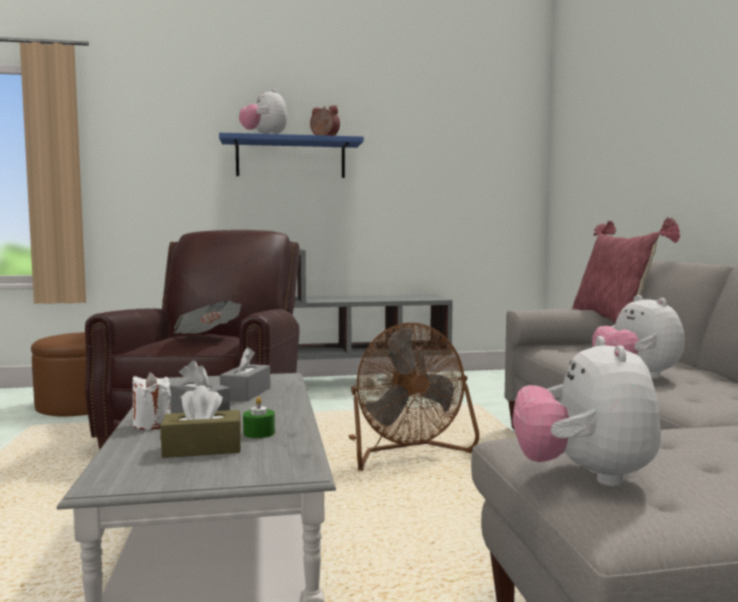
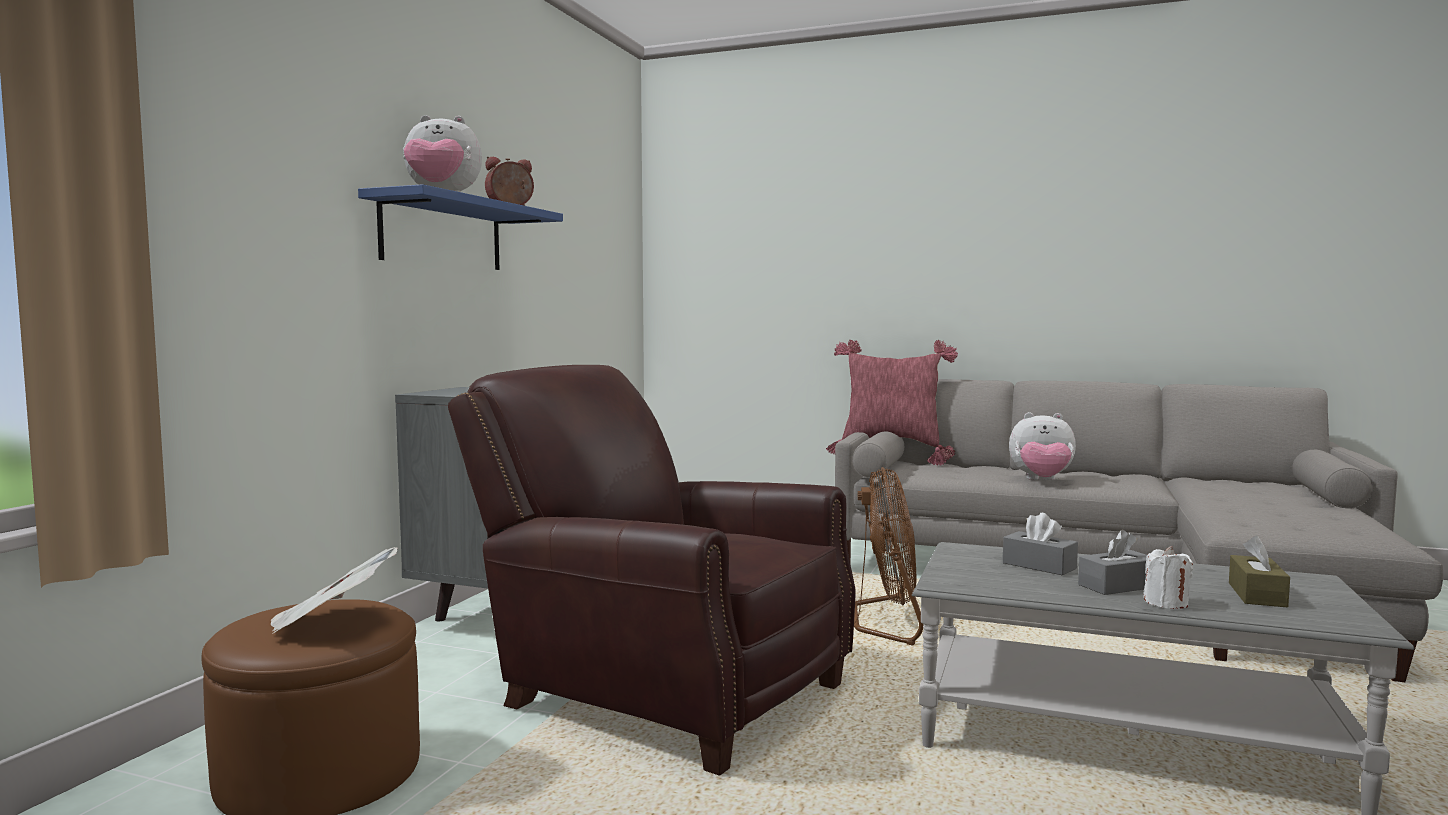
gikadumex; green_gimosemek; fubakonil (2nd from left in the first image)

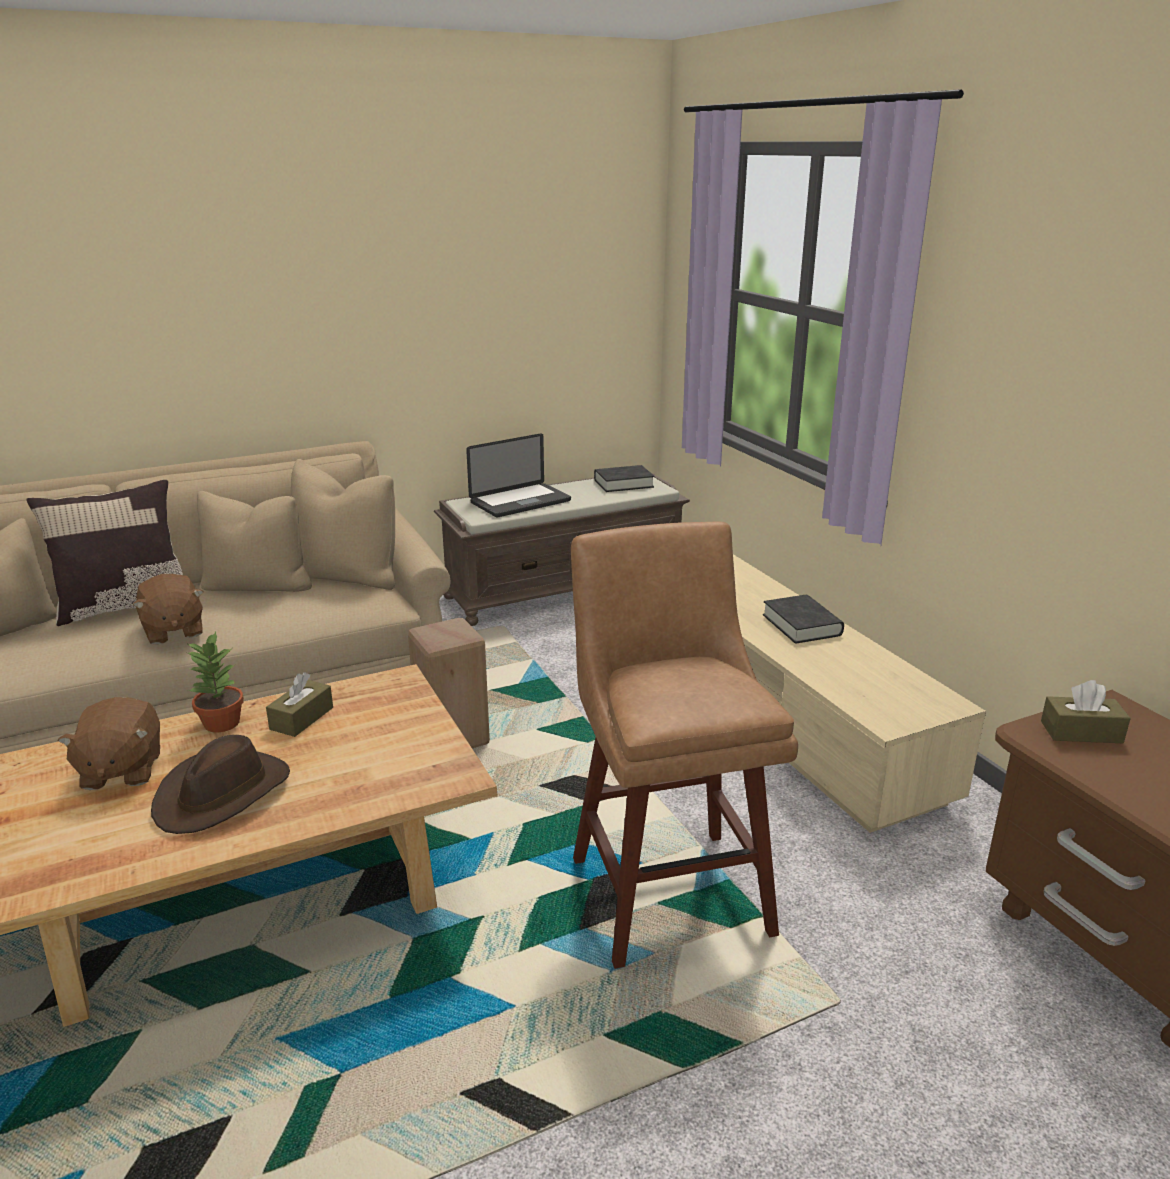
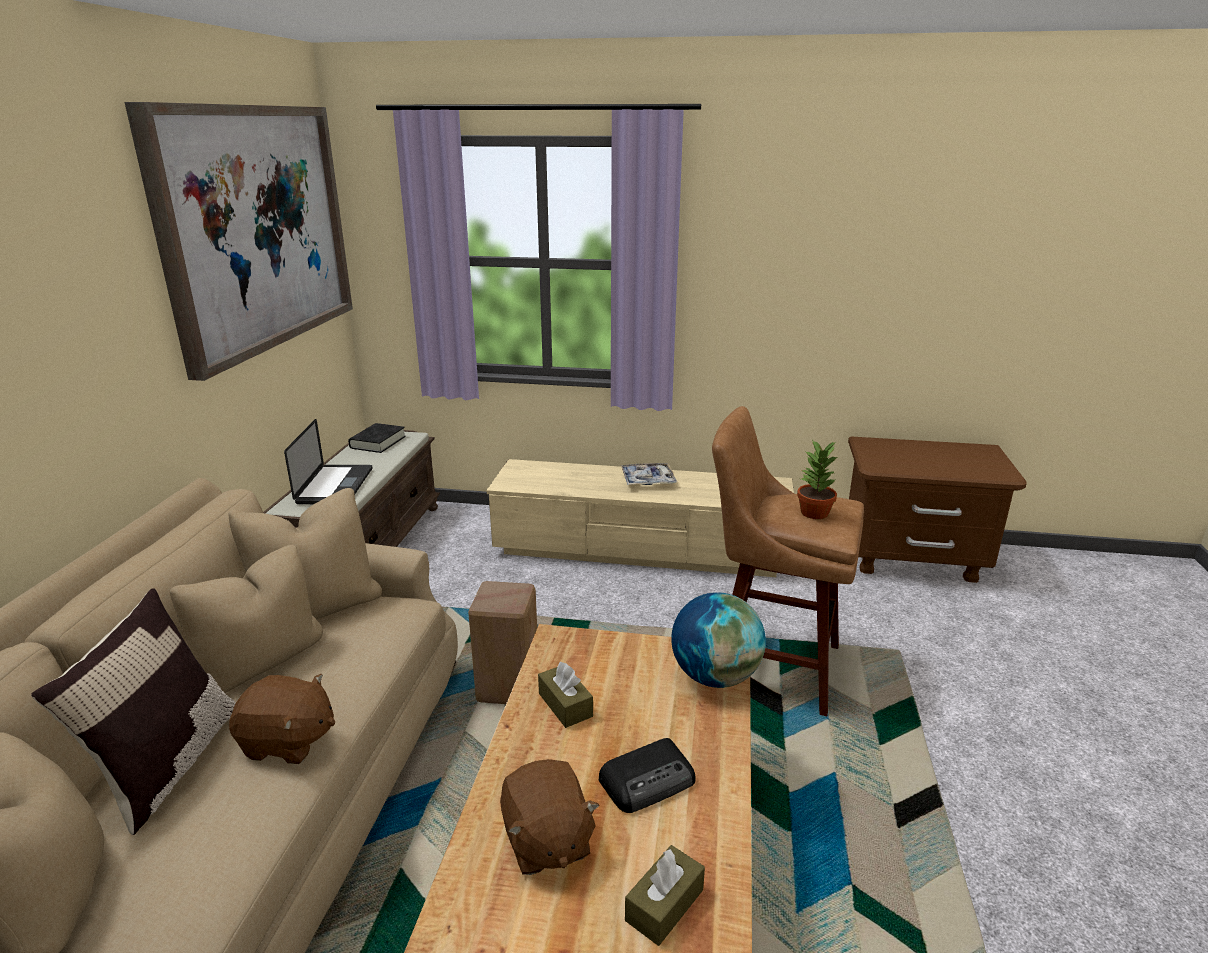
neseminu; brown_fubakonil (2nd from left); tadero; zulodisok; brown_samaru (2nd from left); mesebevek; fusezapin

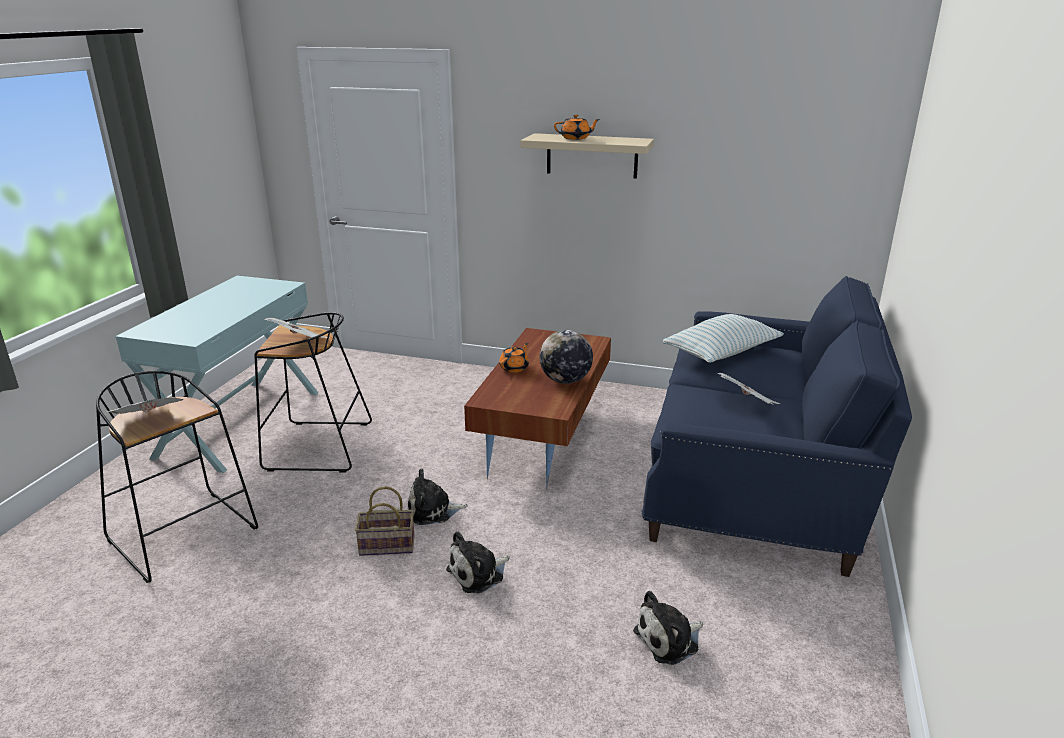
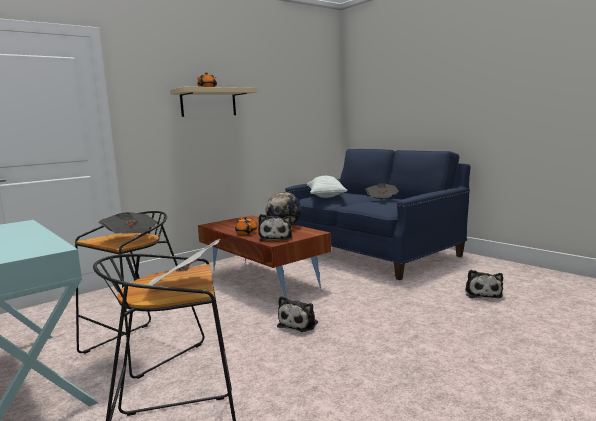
fubakonil (1st from left); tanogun

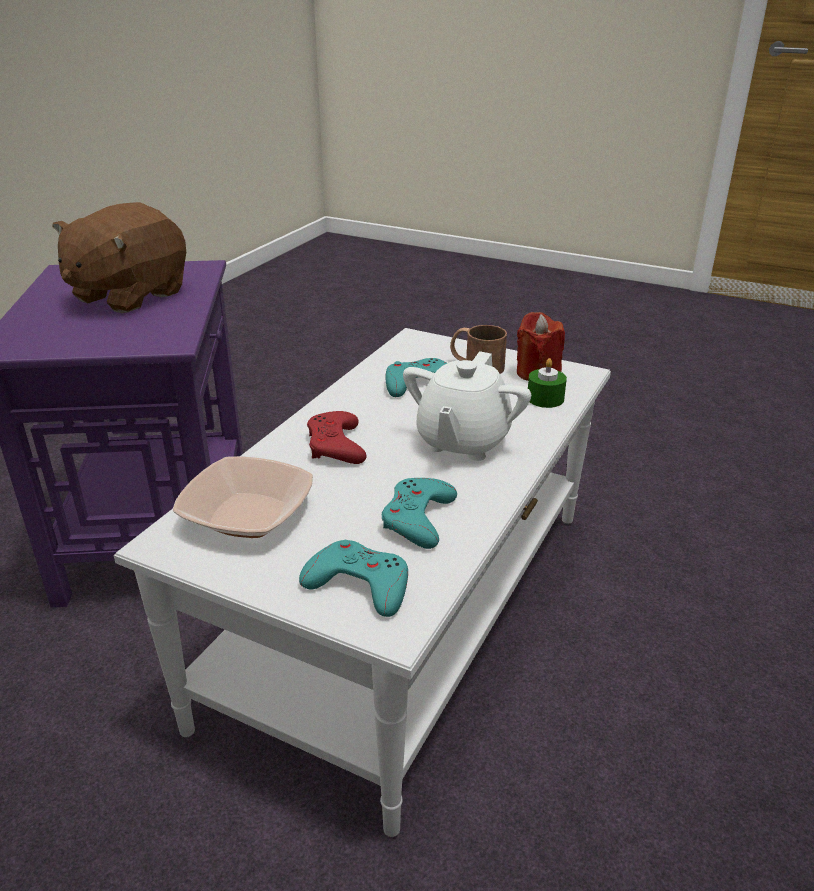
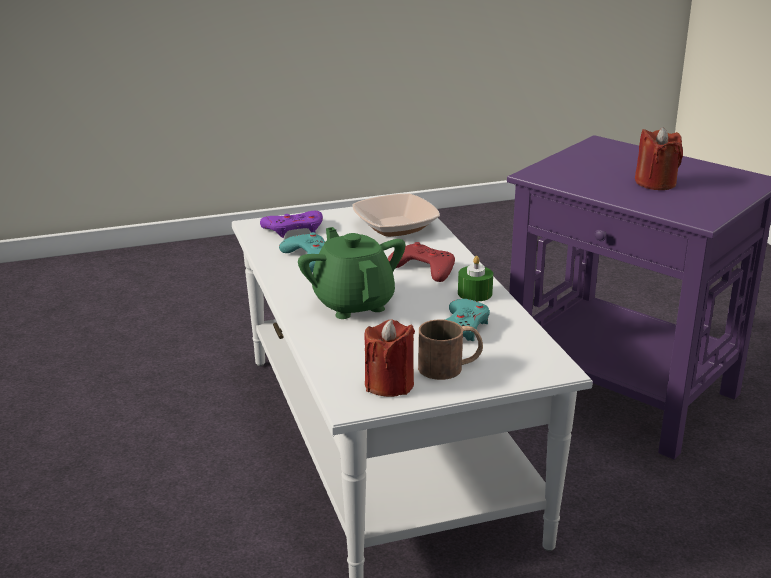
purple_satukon; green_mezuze; green_gimosemek; red_gimosemek (2nd from left)

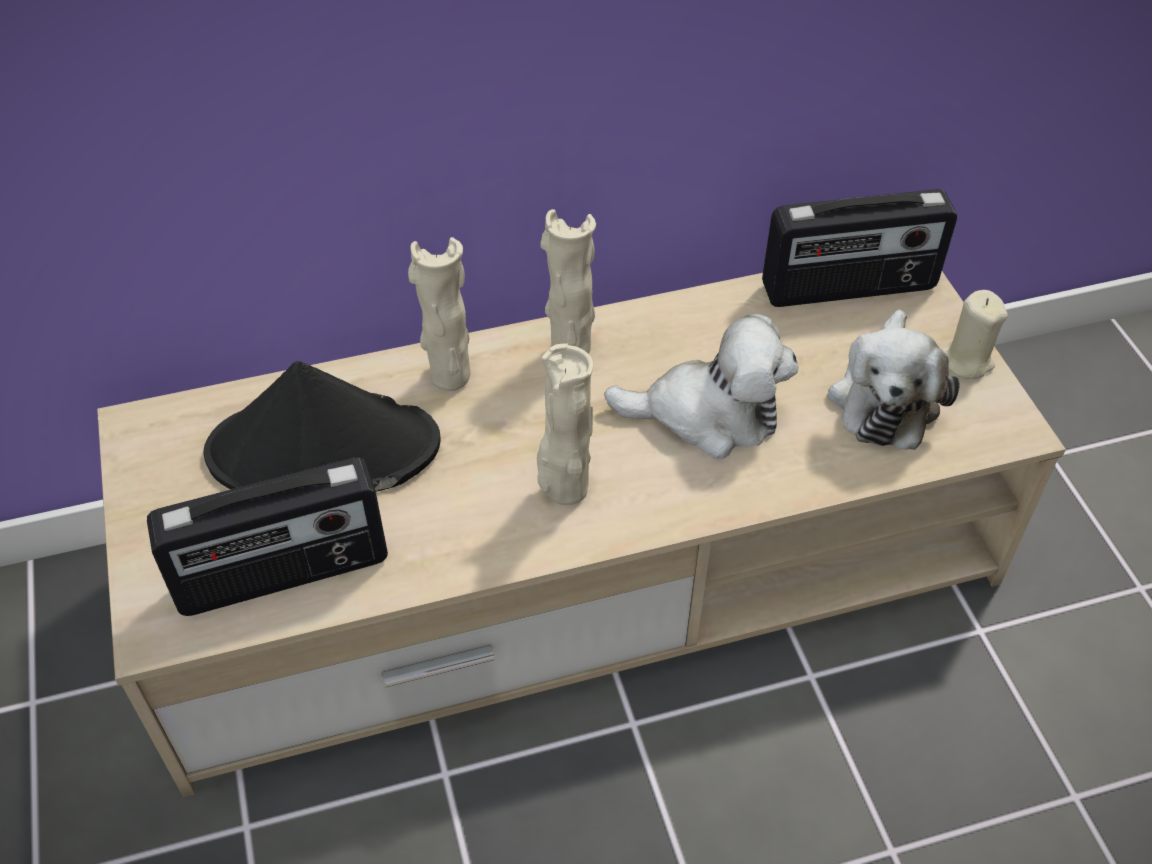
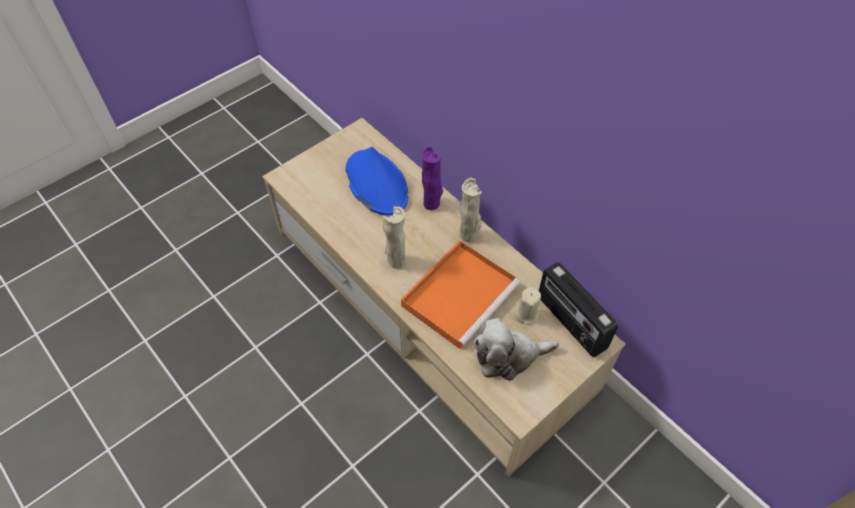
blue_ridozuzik; orange_zulodisok; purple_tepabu; beige_gimosemek; tadero (1st from left in the first image)

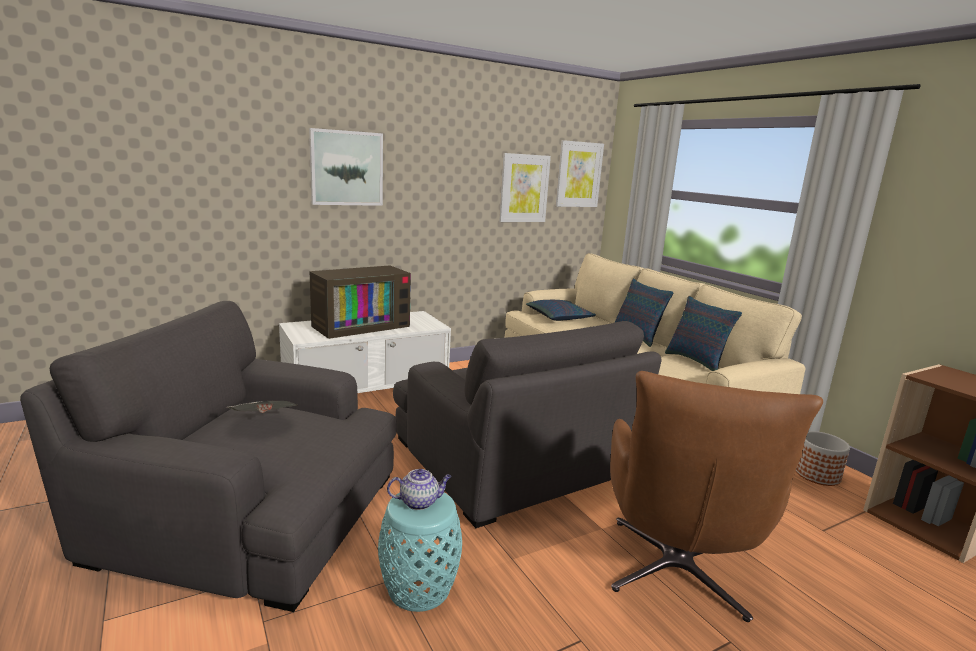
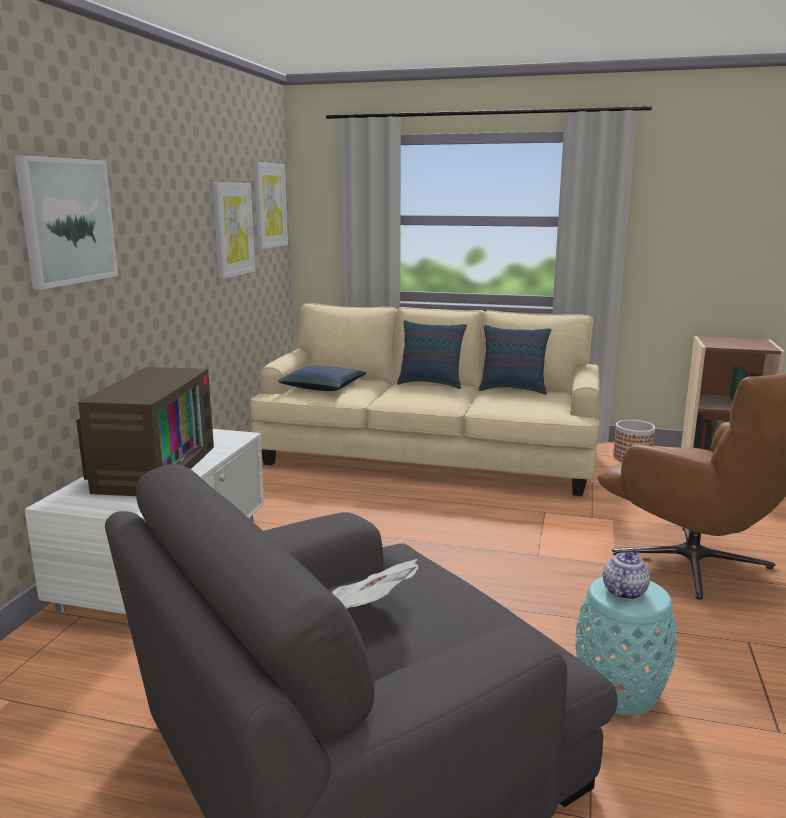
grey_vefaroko (2nd from left in the first image)

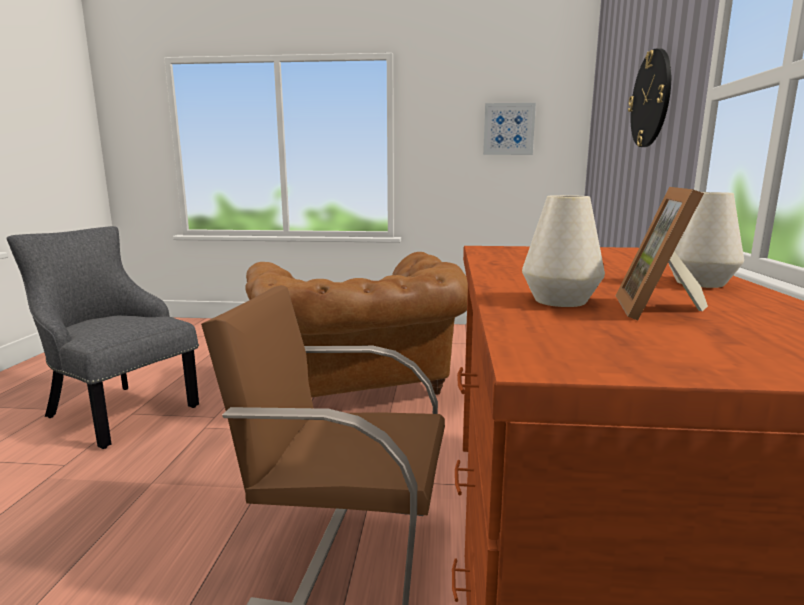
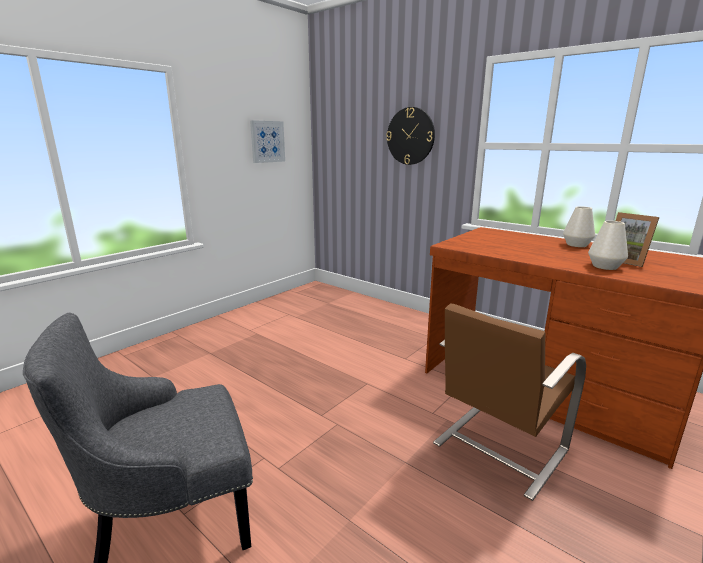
brown_vefaroko

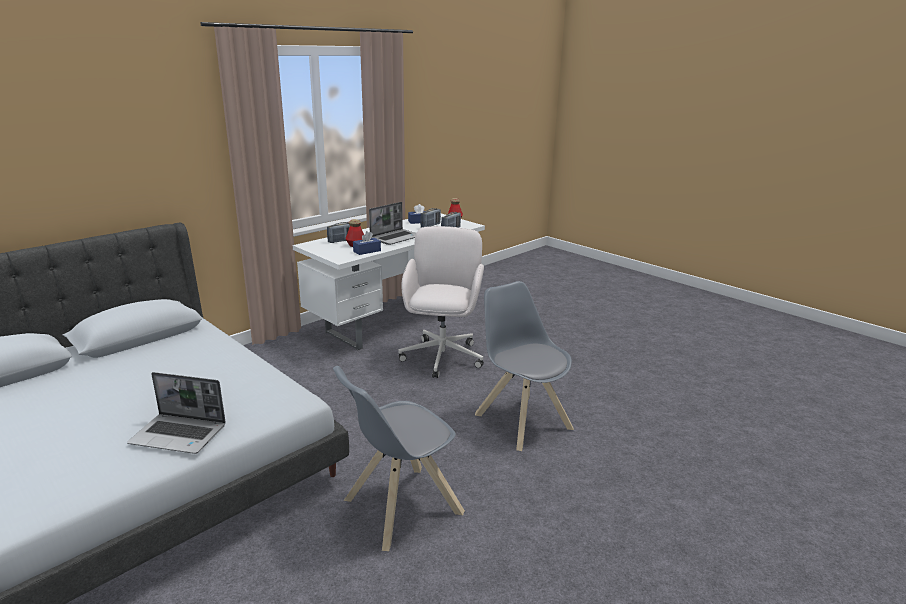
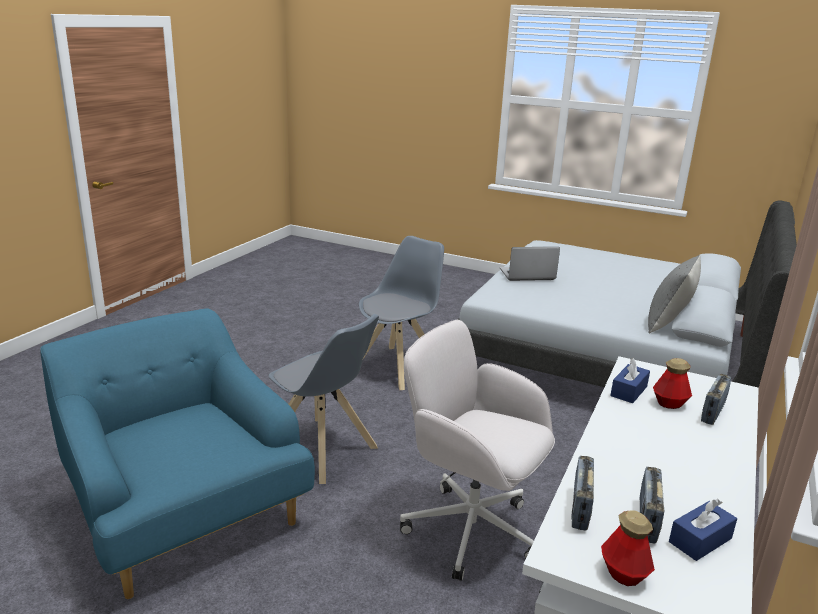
blue_vefaroko; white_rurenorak; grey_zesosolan; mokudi (2nd from left in the first image)

